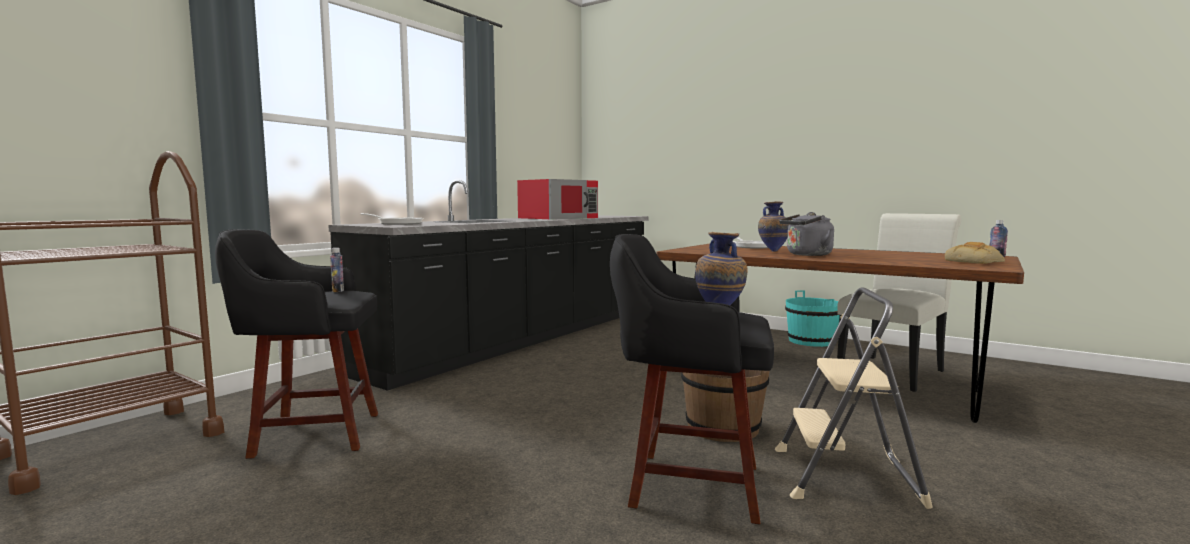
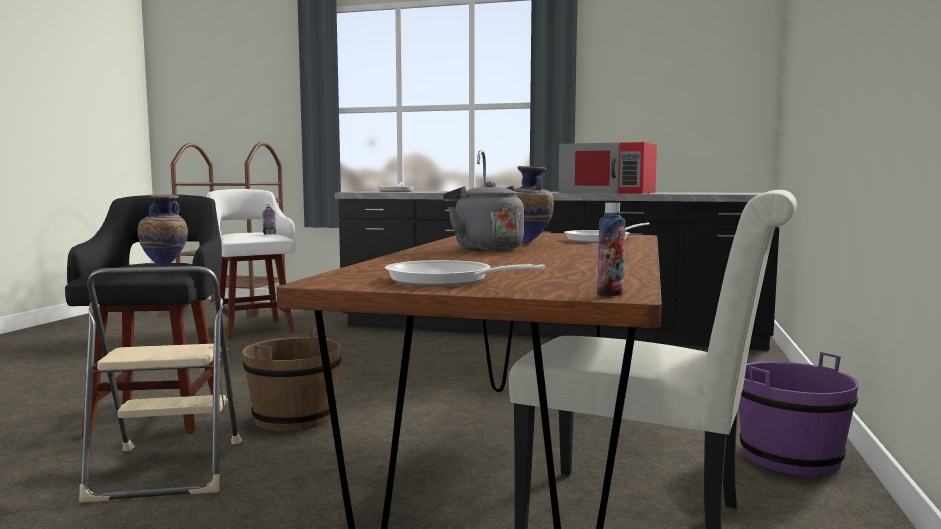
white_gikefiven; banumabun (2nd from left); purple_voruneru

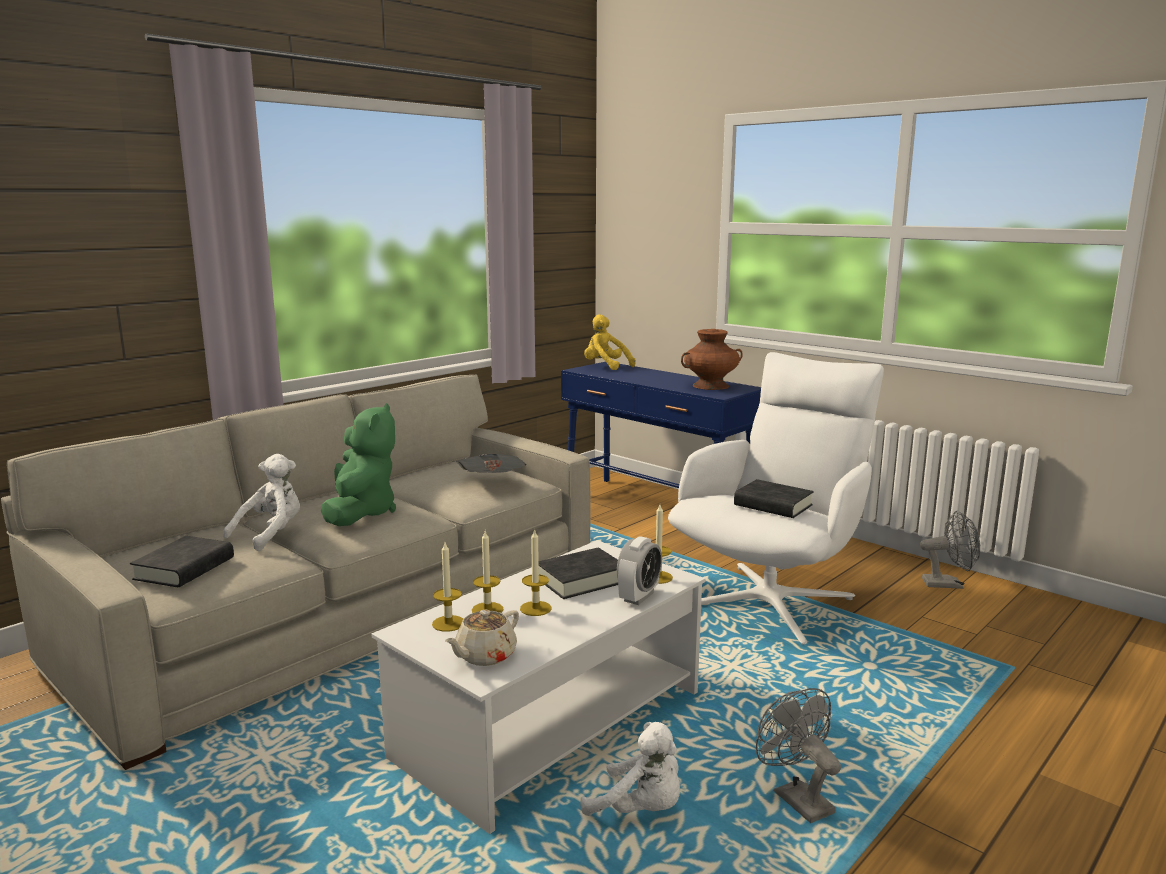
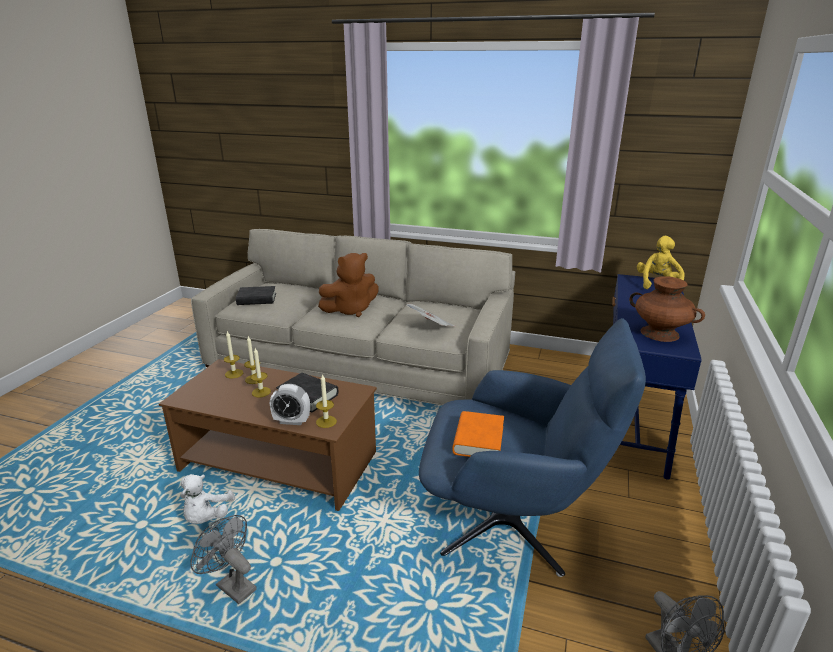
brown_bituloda; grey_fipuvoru (1st from left); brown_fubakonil; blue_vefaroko; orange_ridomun; white_fubakonil (1st from left in the first image); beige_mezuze

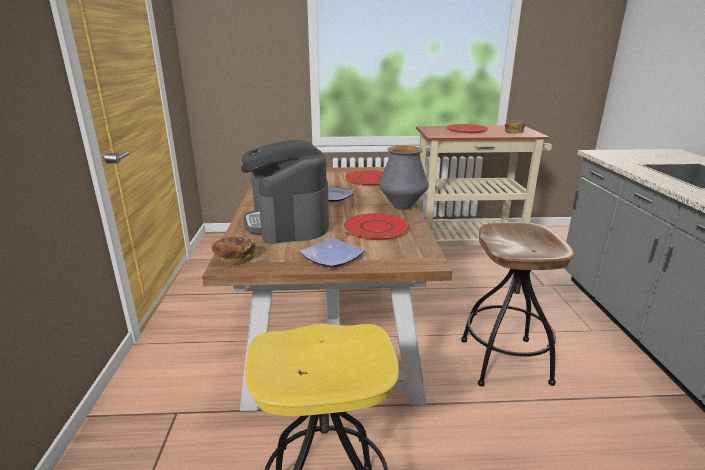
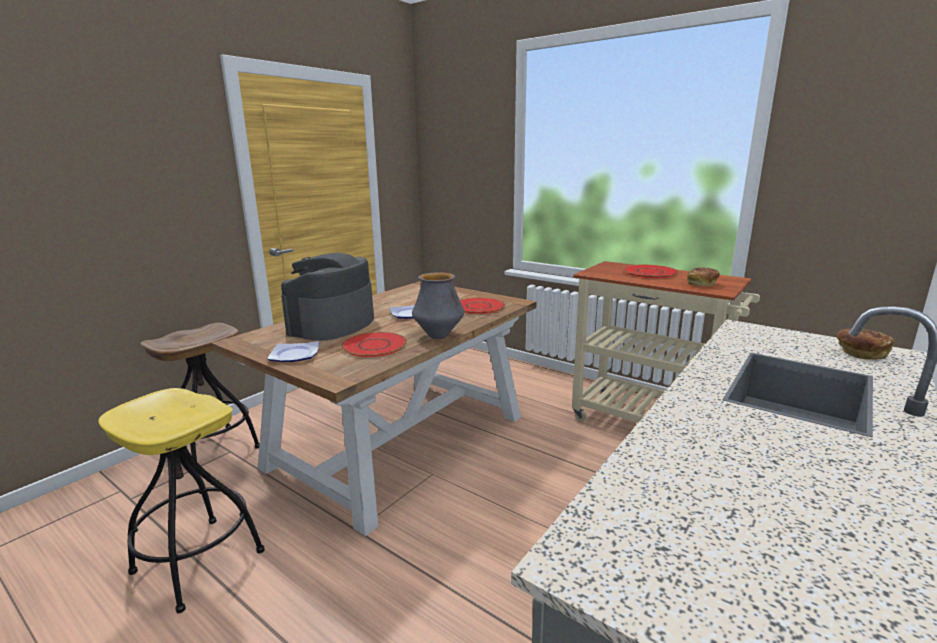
brown_gikefiven; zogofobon (2nd from left)

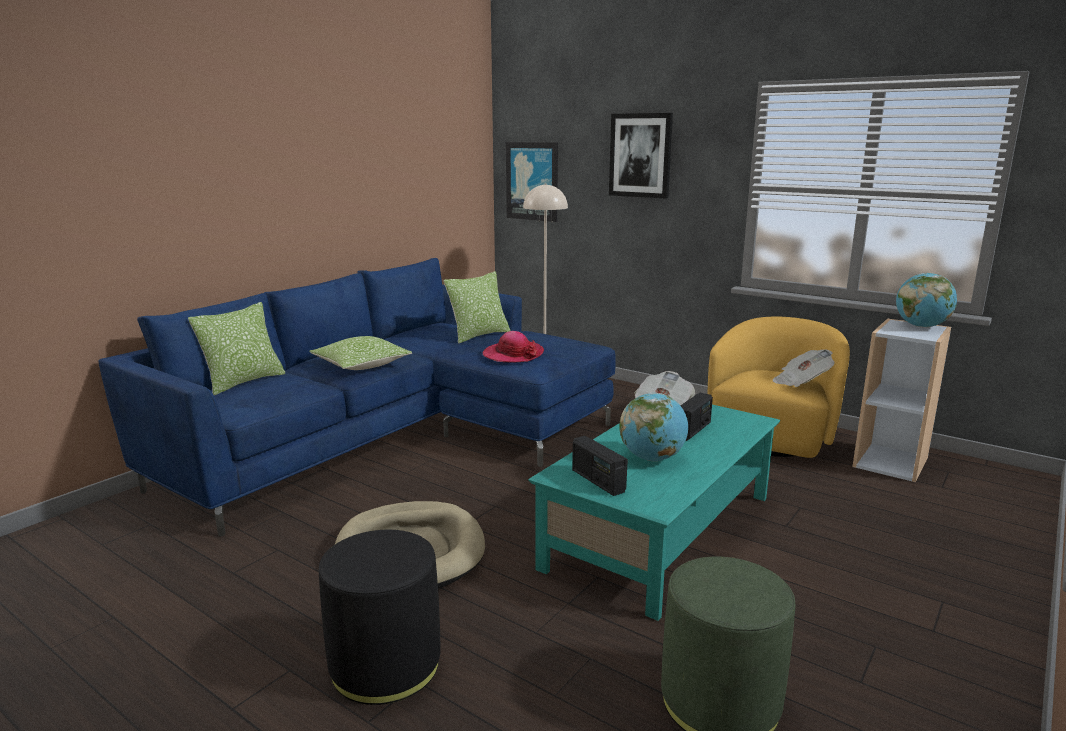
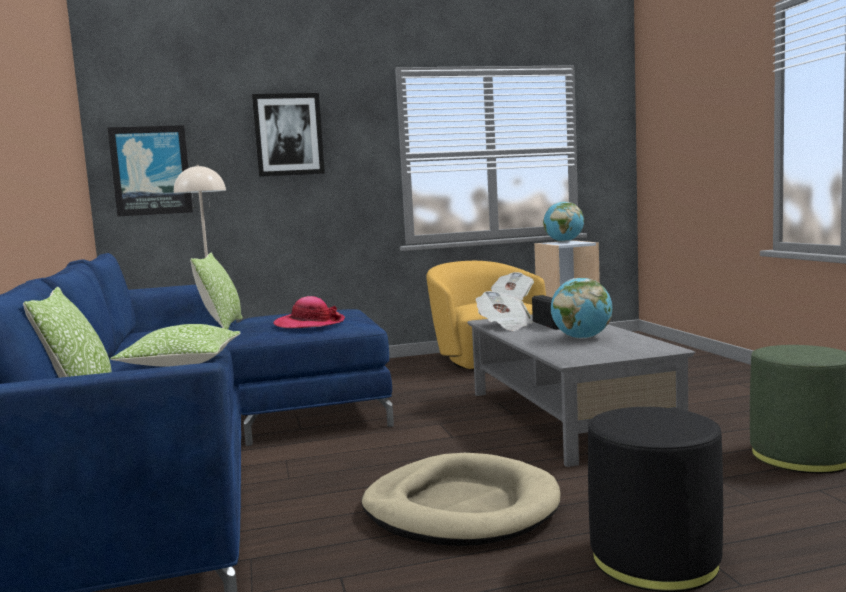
grey_bituloda; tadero (1st from left in the first image)

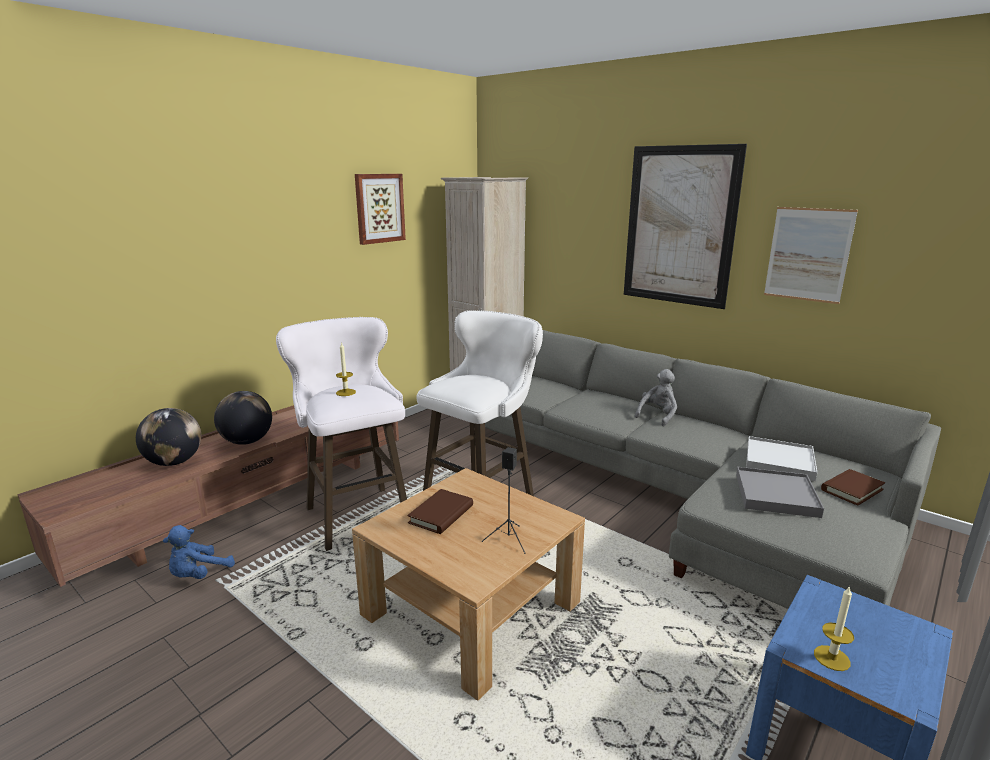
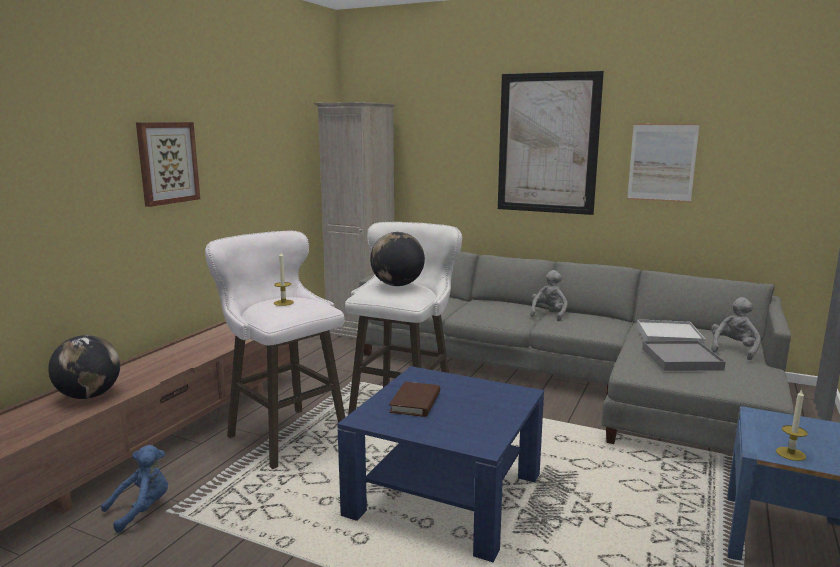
blue_fubakonil; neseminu (1st from left); blue_bituloda; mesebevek (2nd from left); grey_fubakonil (2nd from left); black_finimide

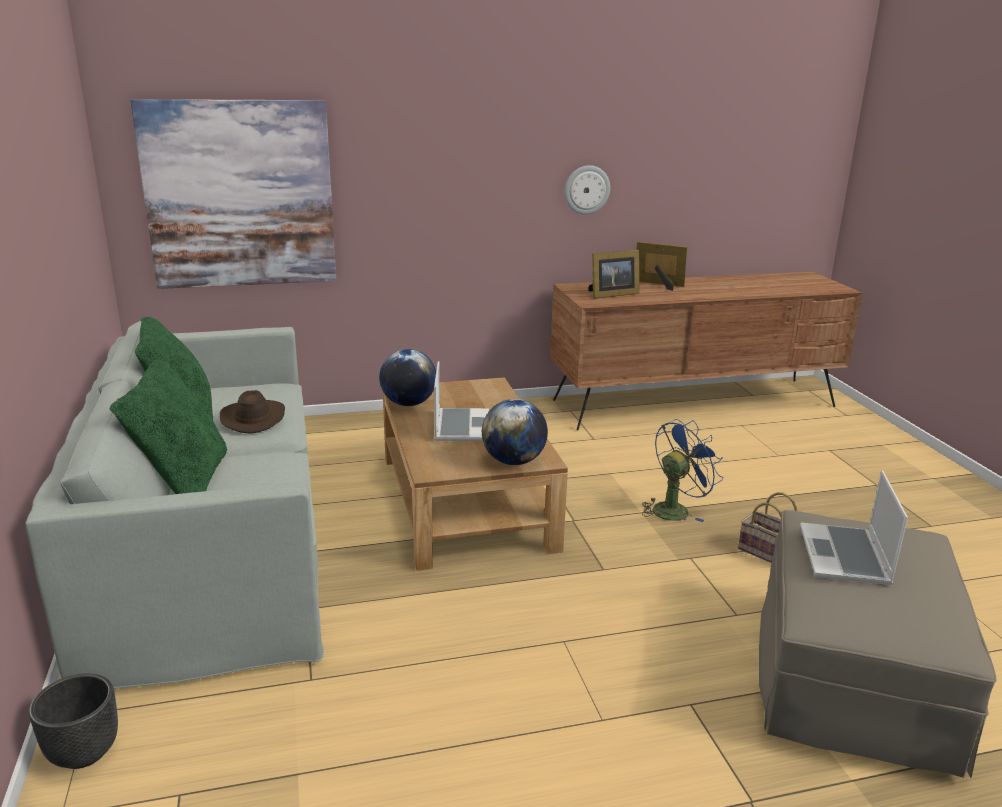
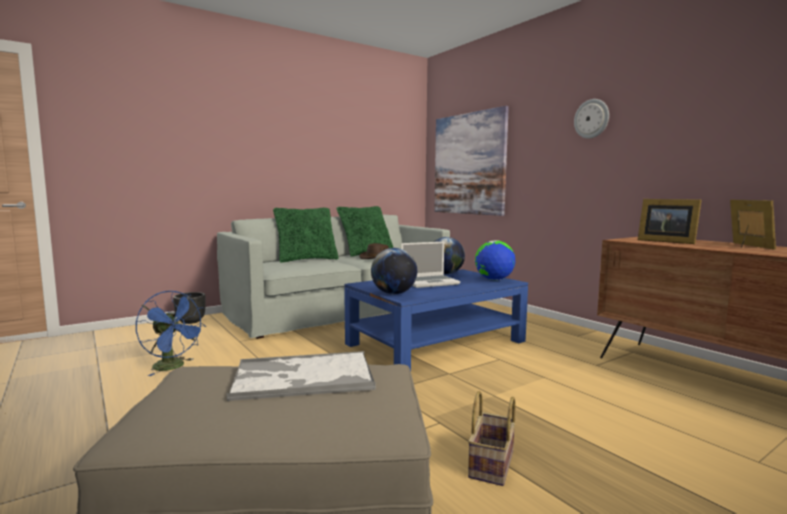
blue_fipuvoru; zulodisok; blue_bituloda; mesebevek (3rd from left); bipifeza

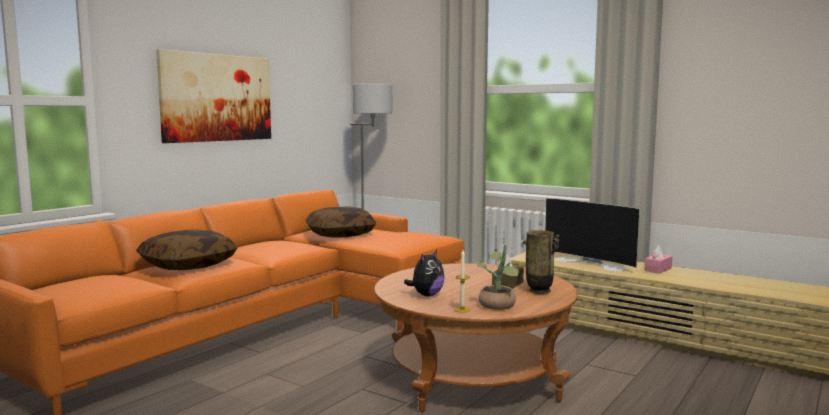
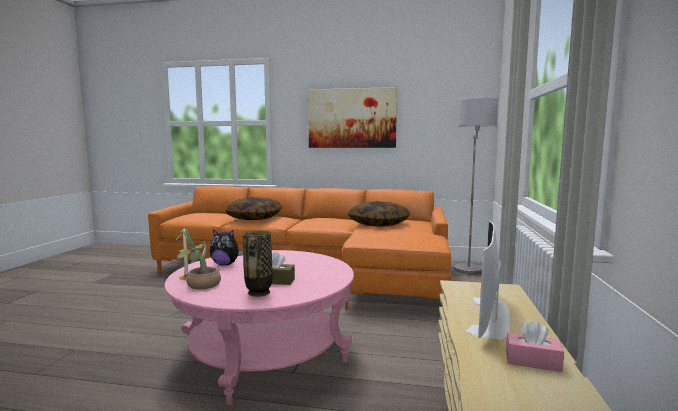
pink_bituloda

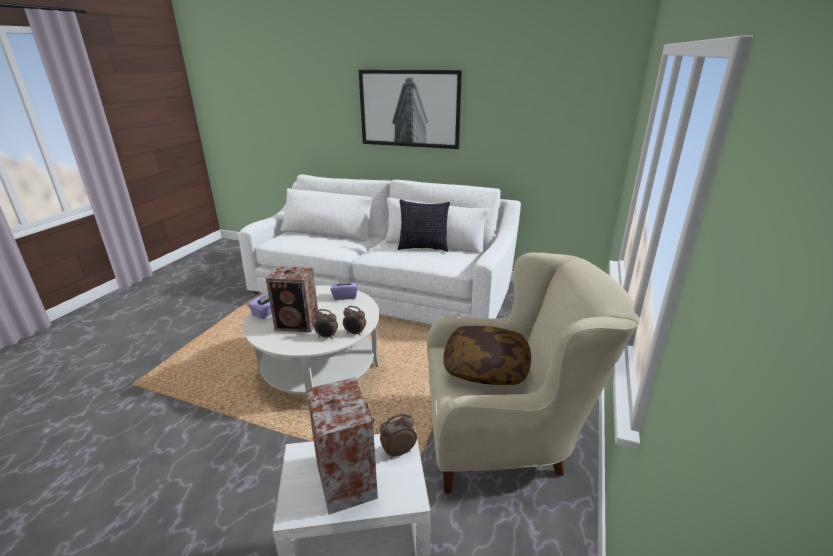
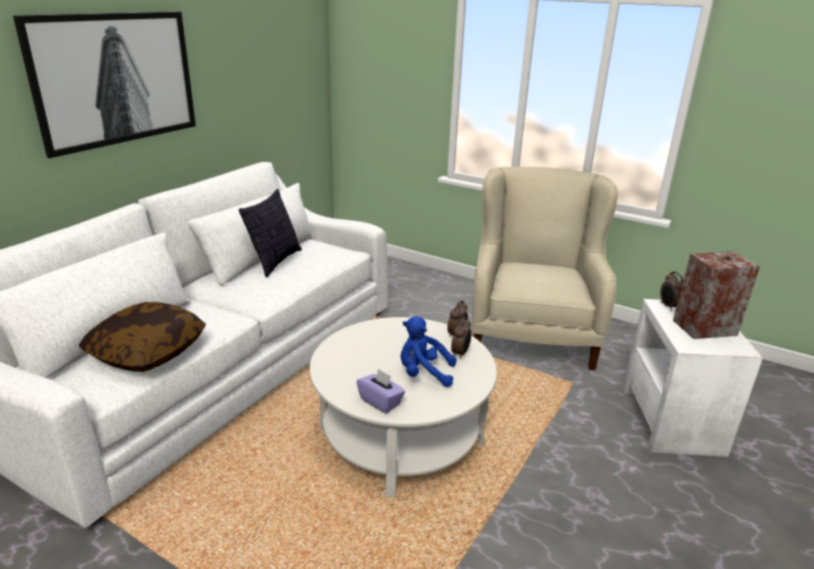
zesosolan (1st from left); blue_fubakonil; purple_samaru (2nd from left in the first image)

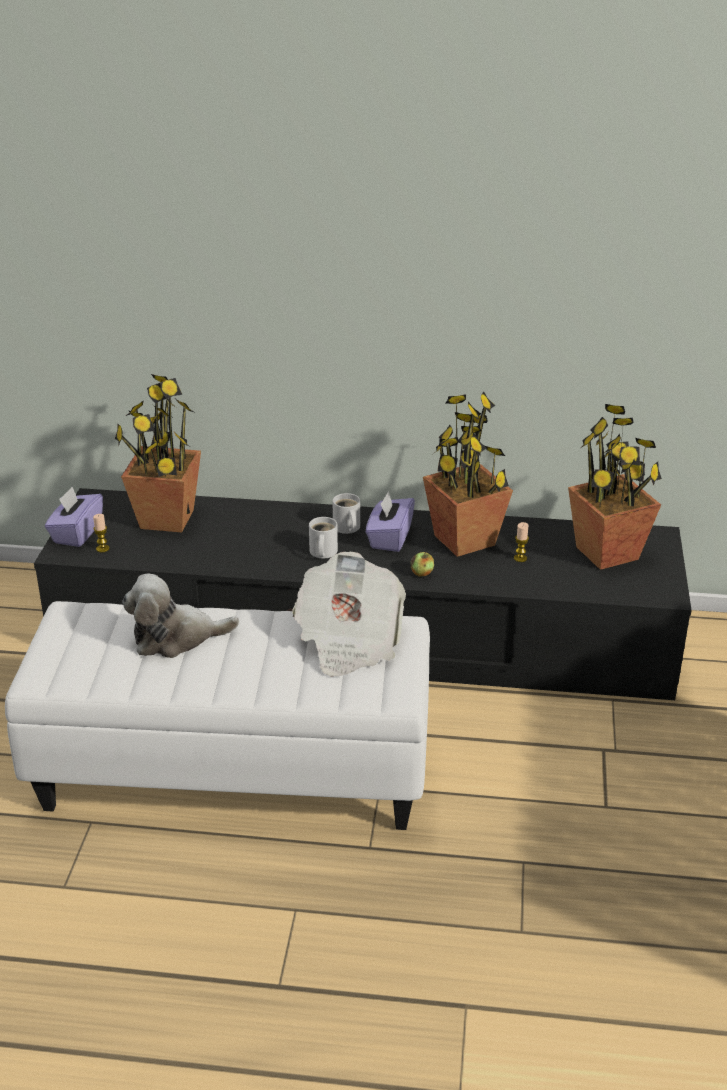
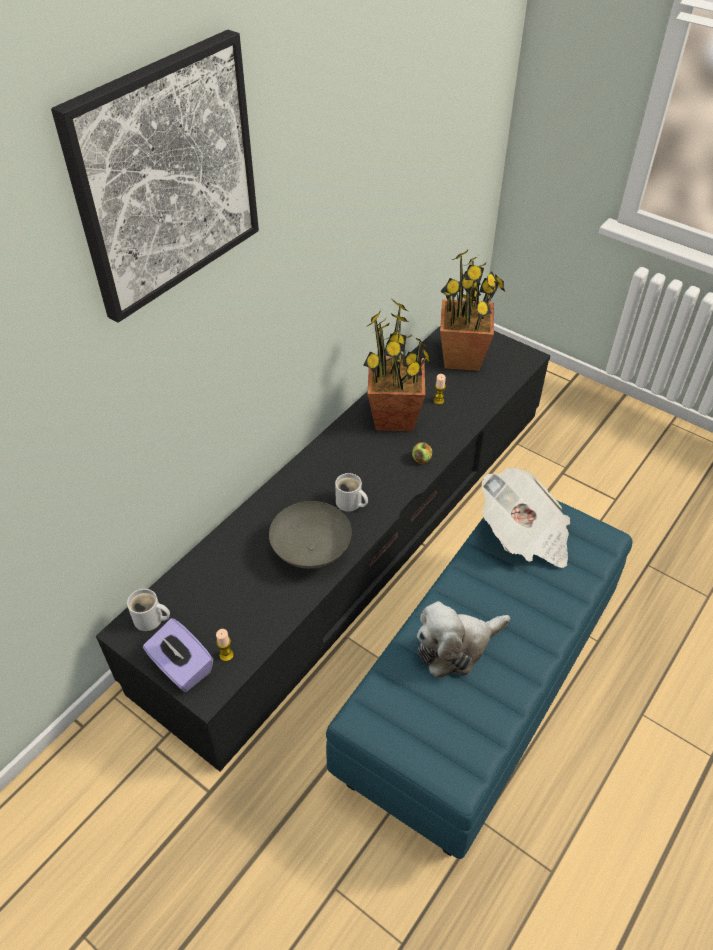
neseminu; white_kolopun (1st from left); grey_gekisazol; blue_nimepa; fubakonil; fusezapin (1st from left in the first image); purple_samaru (2nd from left in the first image)

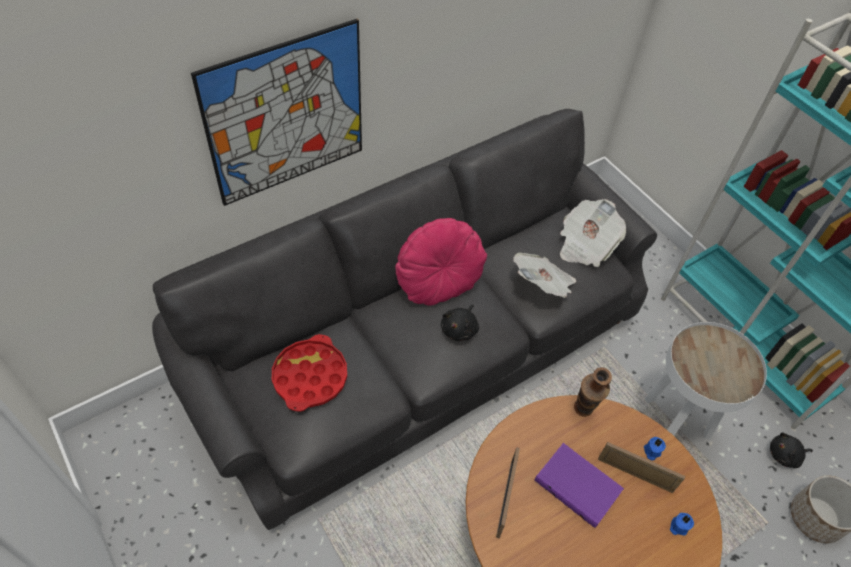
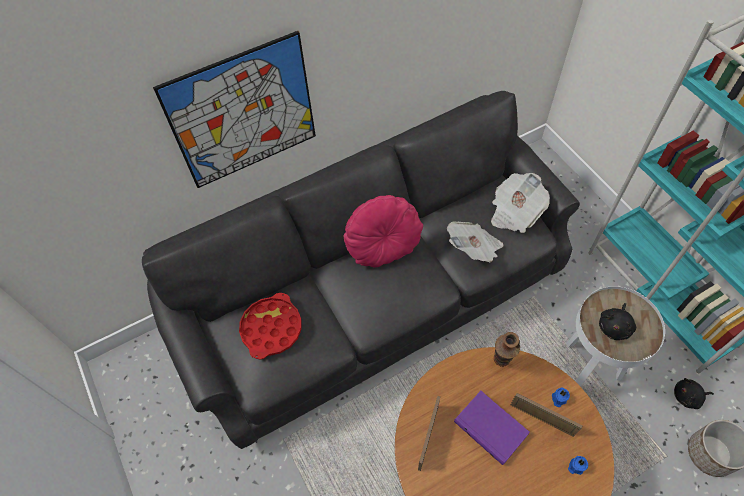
black_fubakonil (1st from left)

